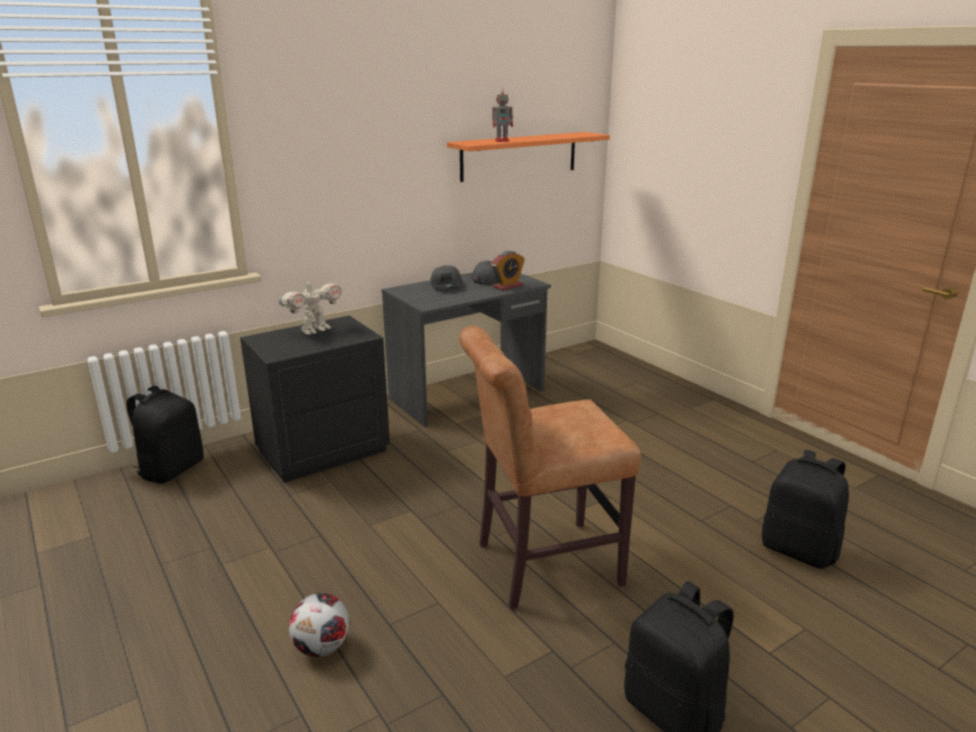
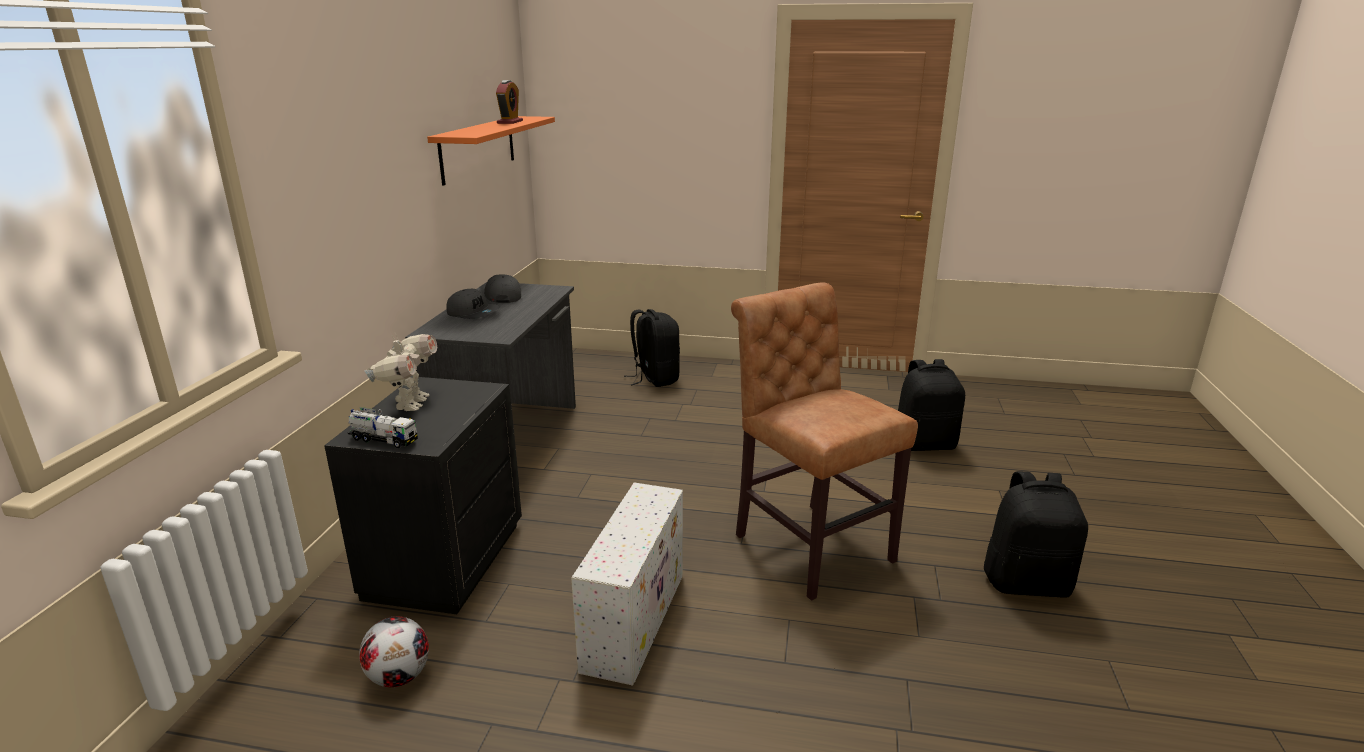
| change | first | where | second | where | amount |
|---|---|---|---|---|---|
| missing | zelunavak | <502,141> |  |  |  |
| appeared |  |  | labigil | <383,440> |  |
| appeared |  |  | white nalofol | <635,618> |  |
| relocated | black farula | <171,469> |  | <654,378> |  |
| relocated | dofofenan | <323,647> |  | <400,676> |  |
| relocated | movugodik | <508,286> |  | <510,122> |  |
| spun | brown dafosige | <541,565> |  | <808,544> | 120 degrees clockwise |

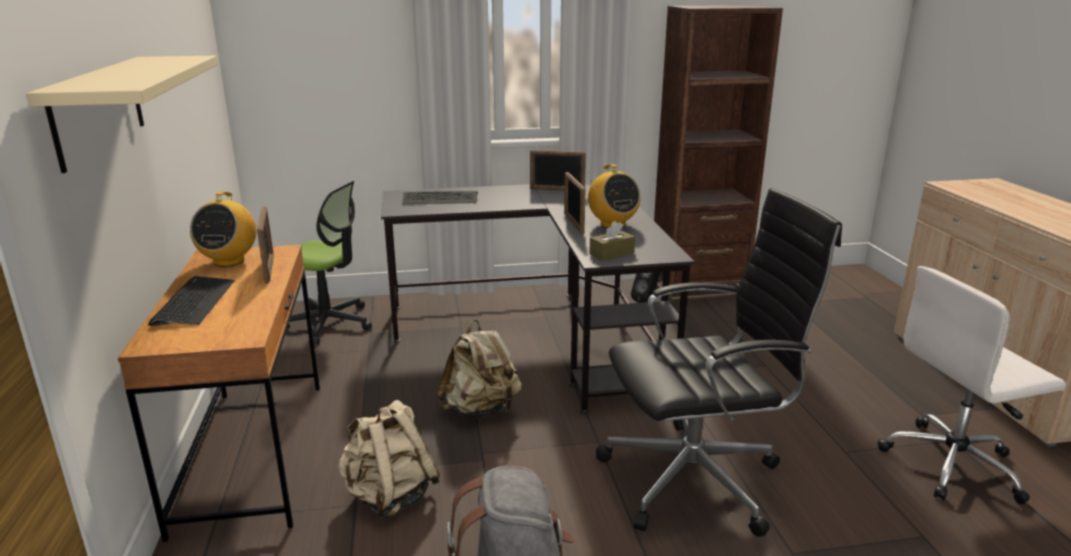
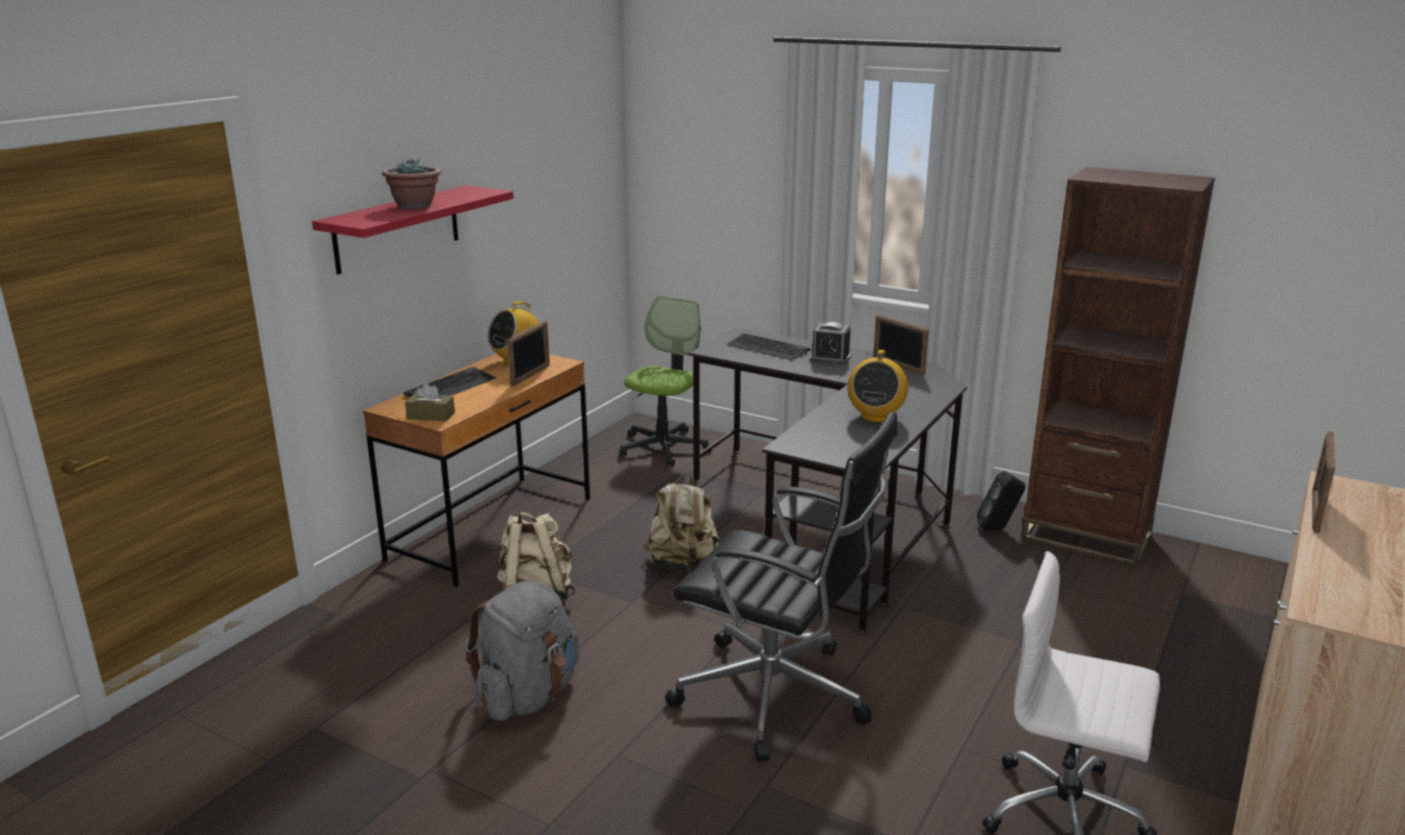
| change | first | where | second | where | amount |
|---|---|---|---|---|---|
| appeared |  |  | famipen | <414,206> |  |
| appeared |  |  | movugodik | <830,358> |  |
| relocated | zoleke | <573,224> |  | <1315,512> |  |
| relocated | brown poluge | <611,253> |  | <431,416> |  |
| colour | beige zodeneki | <98,109> | red zodeneki | <397,229> |  |
| spun | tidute | <329,323> |  | <664,447> | 120 degrees counterclockwise |

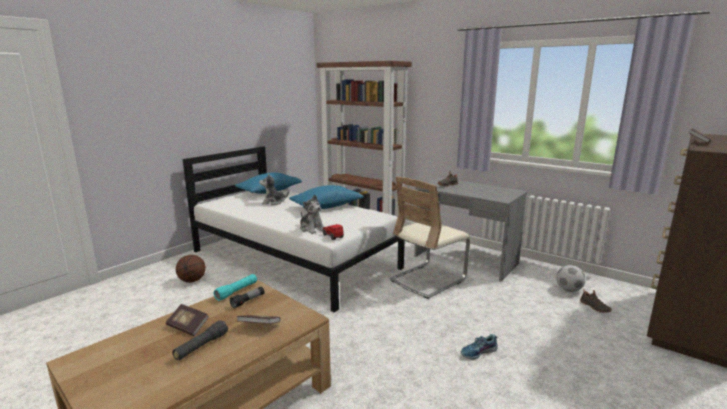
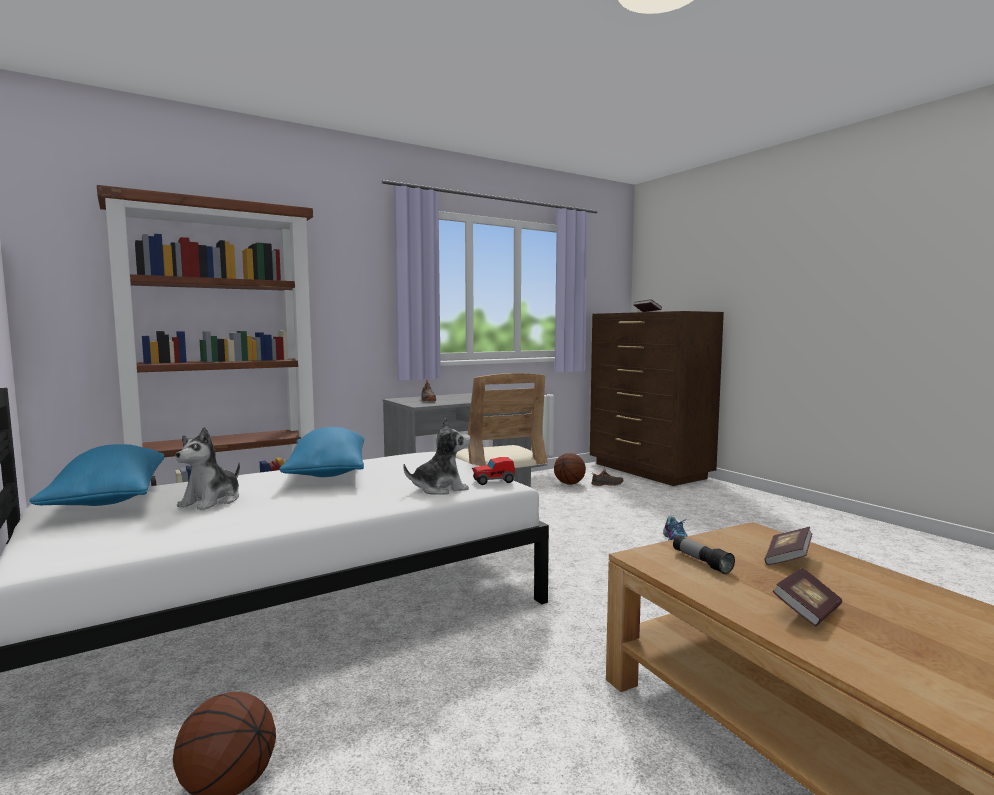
| change | first | where | second | where | amount |
|---|---|---|---|---|---|
| missing | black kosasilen | <201,346> |  |  |  |
| missing | turquoise kosasilen | <236,291> |  |  |  |
| exchanged | dofofenan | <569,290> | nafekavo | <569,483> |  |

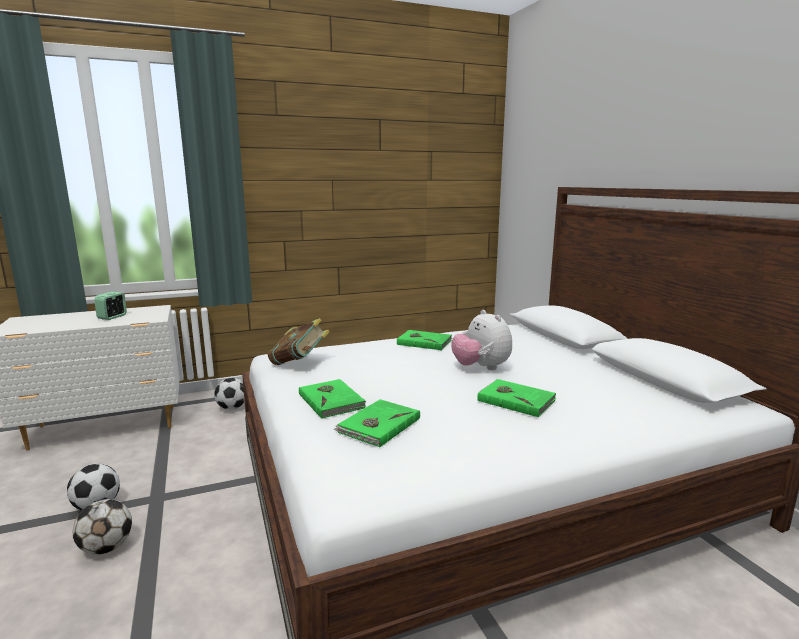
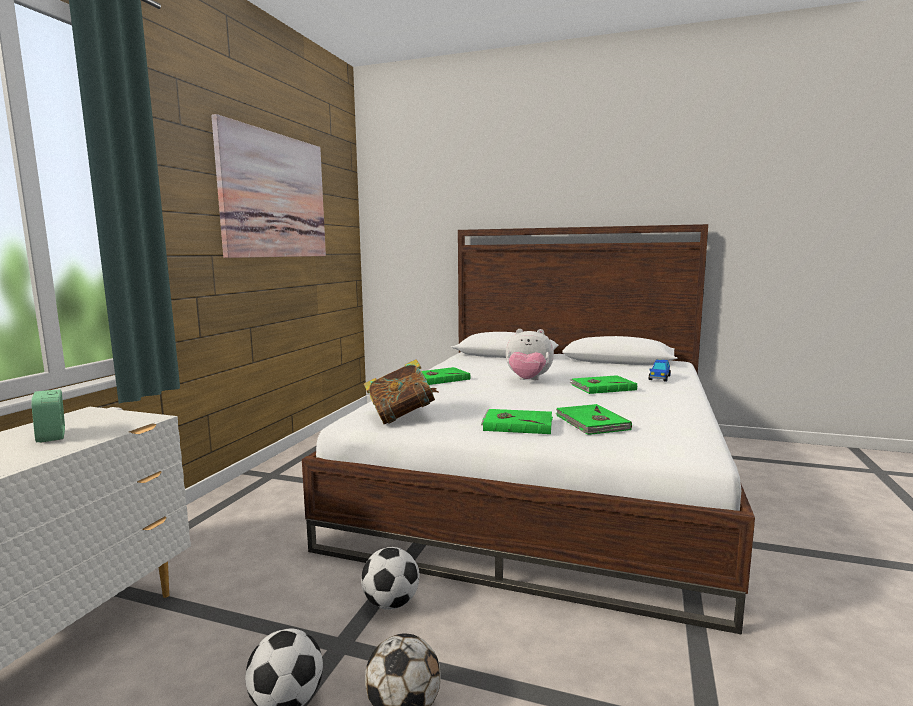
| change | first | where | second | where | amount |
|---|---|---|---|---|---|
| appeared |  |  | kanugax | <274,196> |  |
| appeared |  |  | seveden | <659,378> |  |
| relocated | dofofenan | <232,408> |  | <391,603> |  |

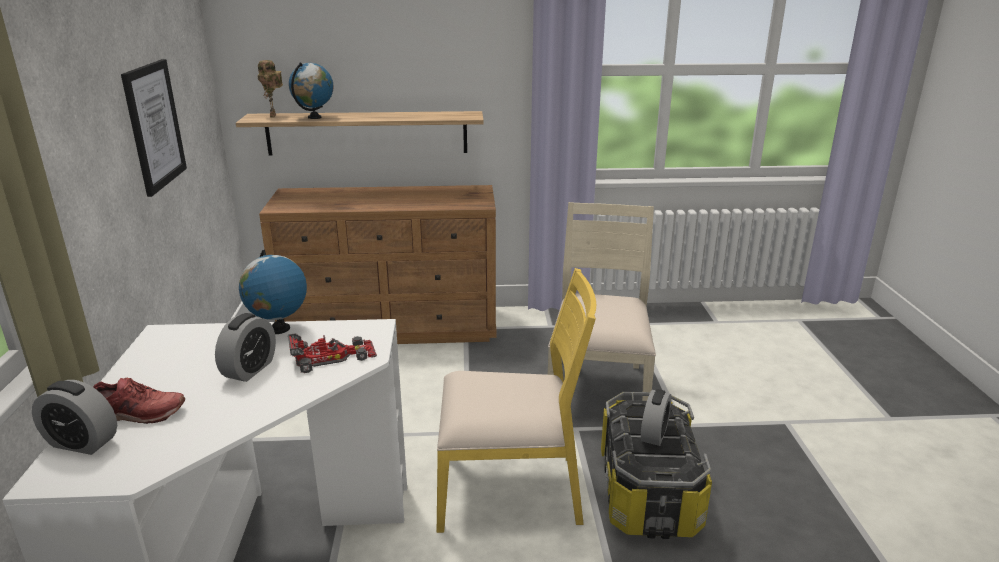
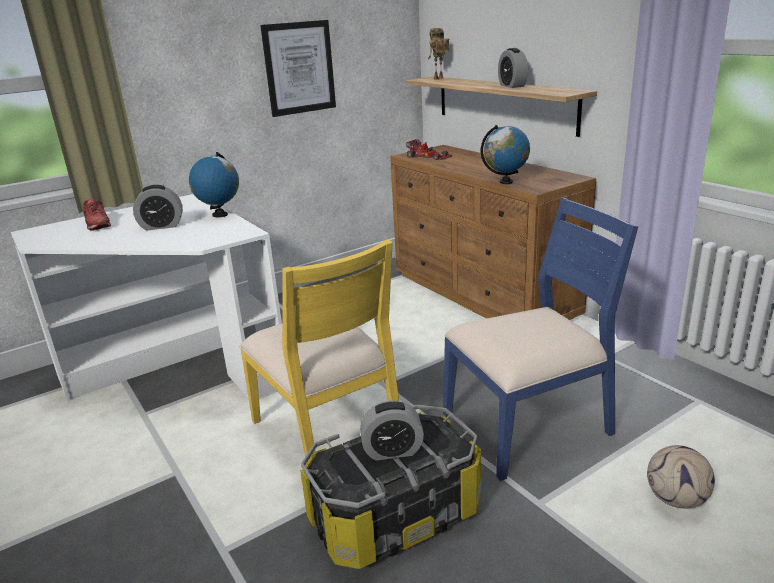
| change | first | where | second | where | amount |
|---|---|---|---|---|---|
| appeared |  |  | dofofenan | <677,500> |  |
| relocated | movugodik | <82,442> |  | <512,86> |  |
| relocated | seveden | <333,356> |  | <428,156> |  |
| relocated | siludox | <314,117> |  | <506,182> |  |
| colour | beige dafosige | <598,391> | blue dafosige | <529,425> |  |

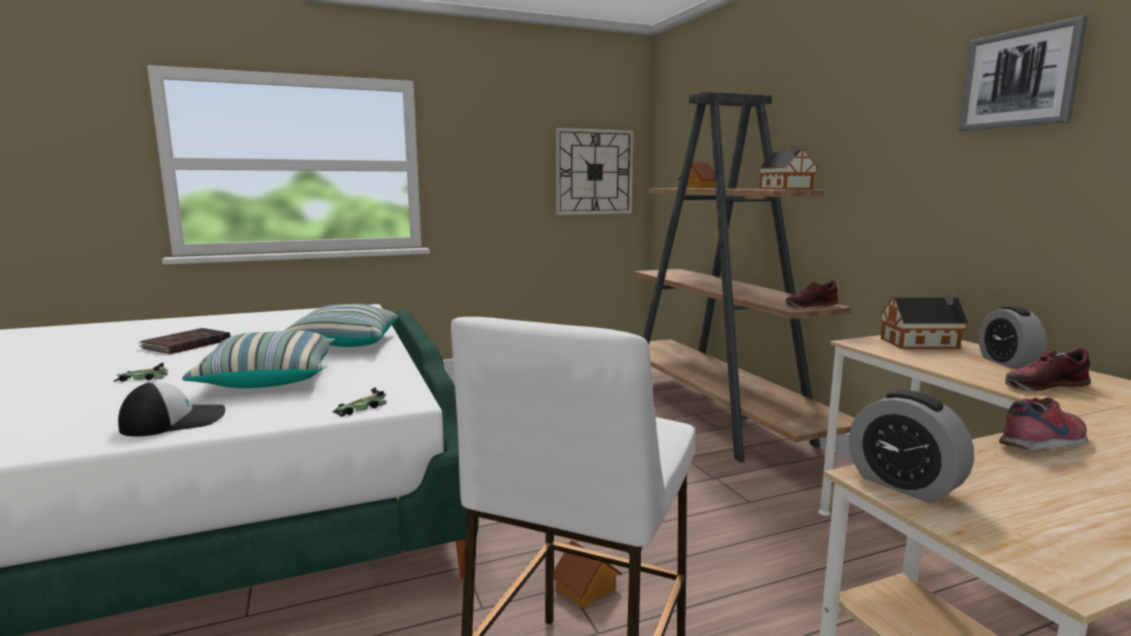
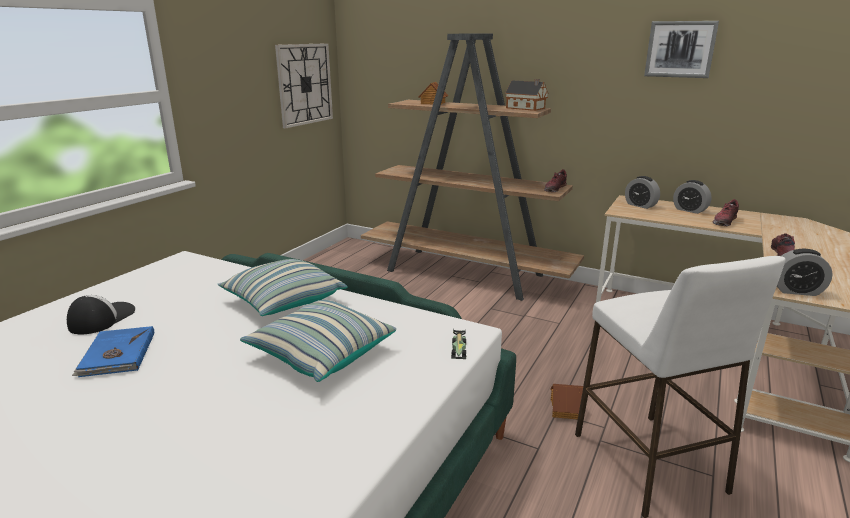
| change | first | where | second | where | amount |
|---|---|---|---|---|---|
| missing | seveden | <143,378> |  |  |  |
| relocated | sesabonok | <175,421> |  | <101,318> |  |
| exchanged | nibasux | <922,343> | movugodik | <640,205> |  |
| colour | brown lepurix | <186,344> | blue lepurix | <117,354> |  |

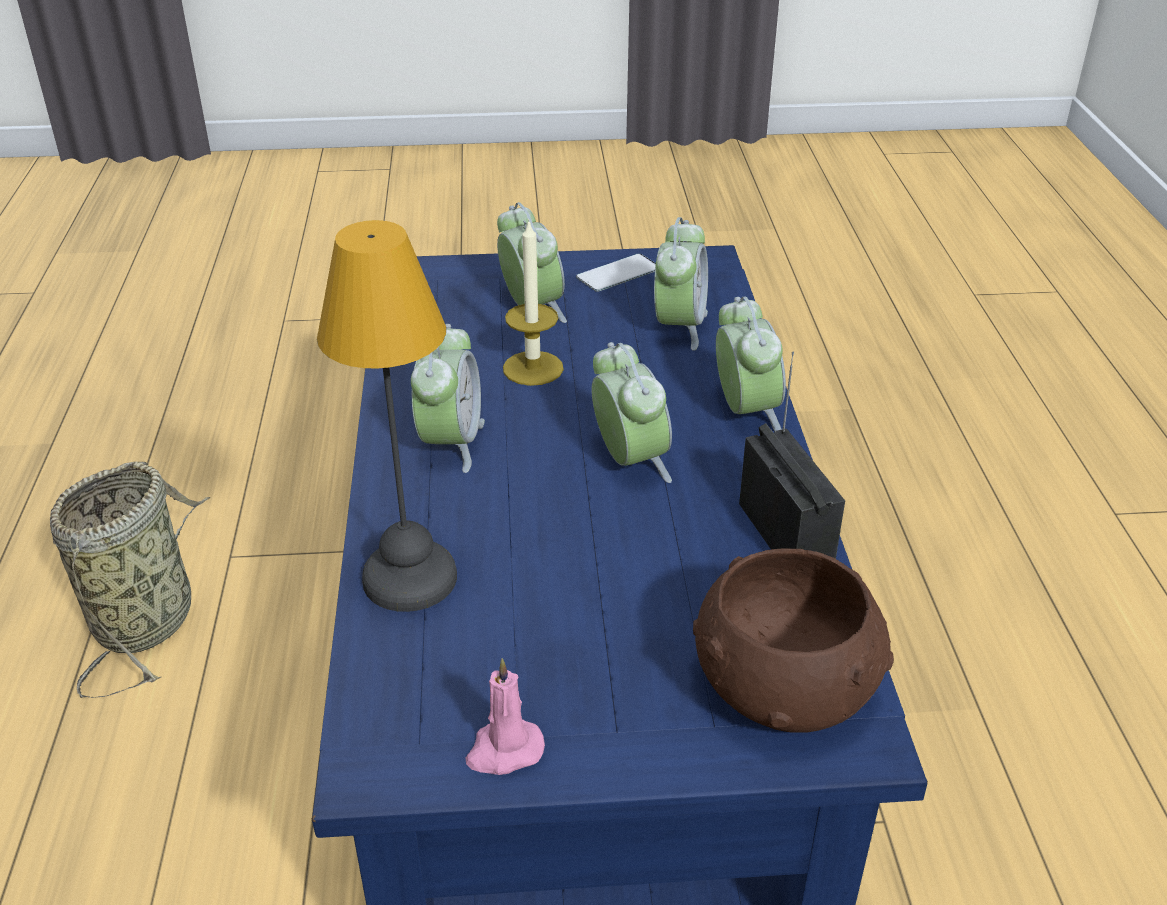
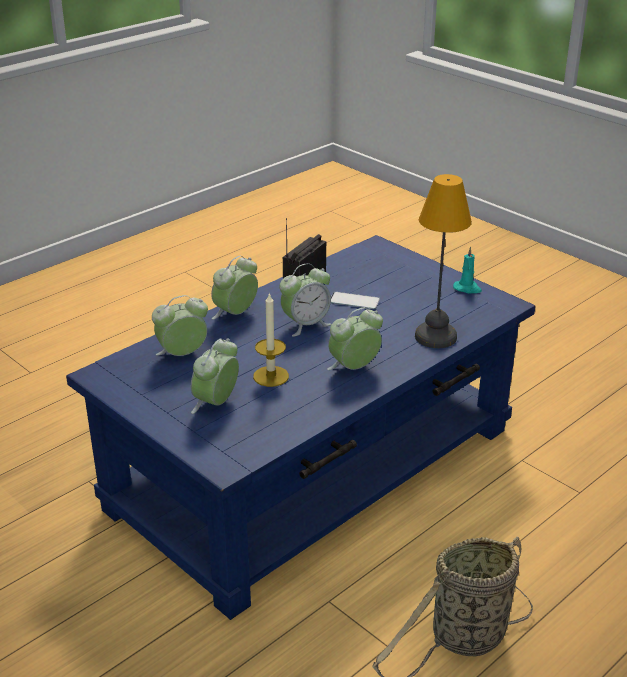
| change | first | where | second | where | amount |
|---|---|---|---|---|---|
| missing | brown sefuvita | <784,686> |  |  |  |
| relocated | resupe | <618,273> |  | <354,301> |  |
| colour | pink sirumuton | <504,751> | turquoise sirumuton | <467,288> |  |
| spun | movugodik | <629,461> |  | <305,324> | 150 degrees counterclockwise |

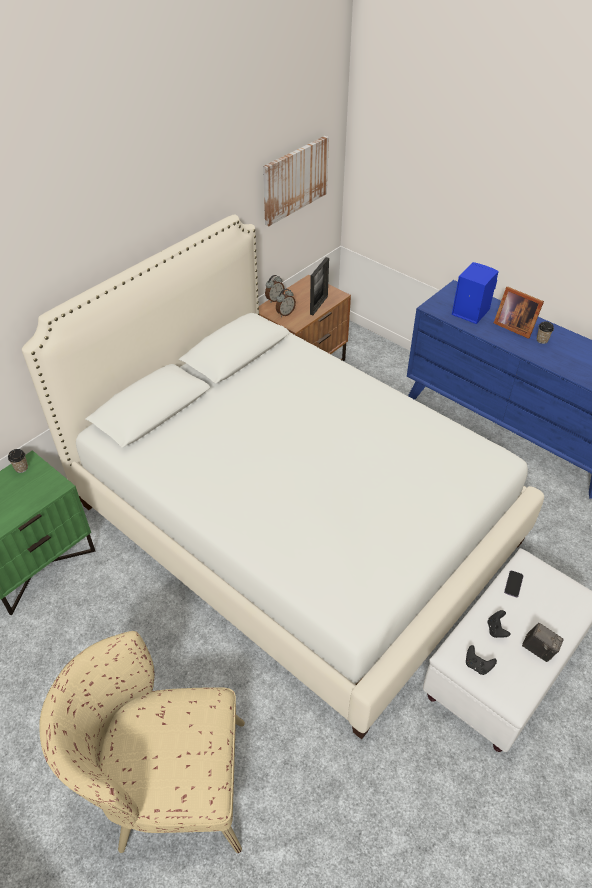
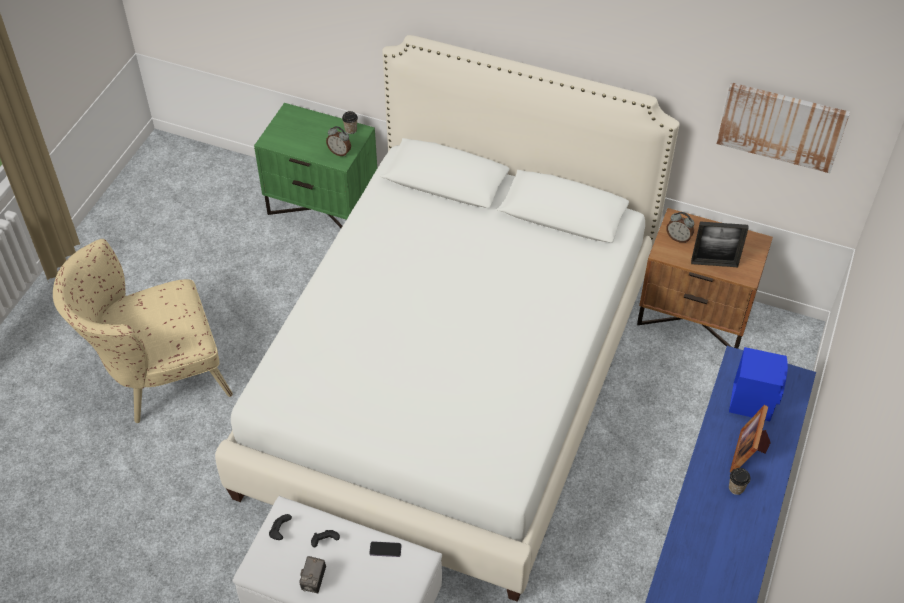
| change | first | where | second | where | amount |
|---|---|---|---|---|---|
| relocated | movugodik | <274,299> |  | <340,152> |  |
| spun | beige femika | <166,784> |  | <157,374> | 90 degrees counterclockwise |

